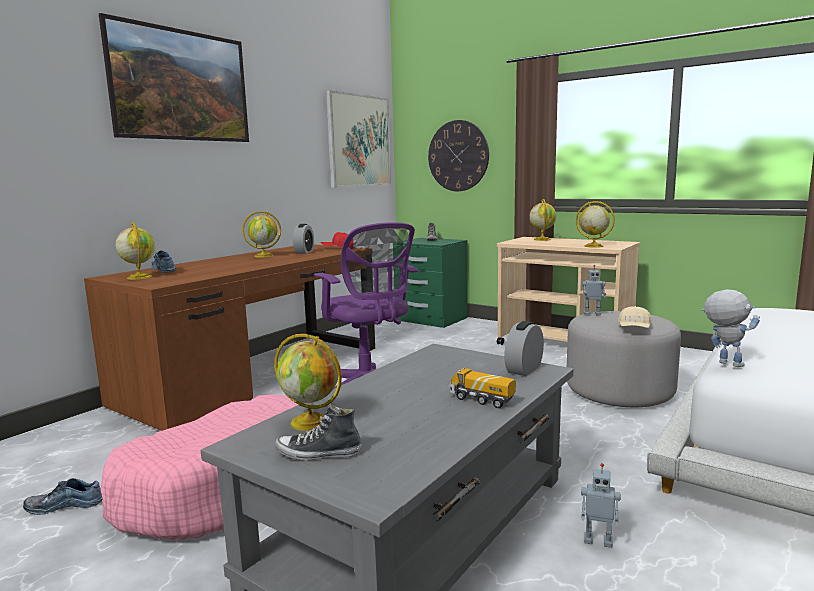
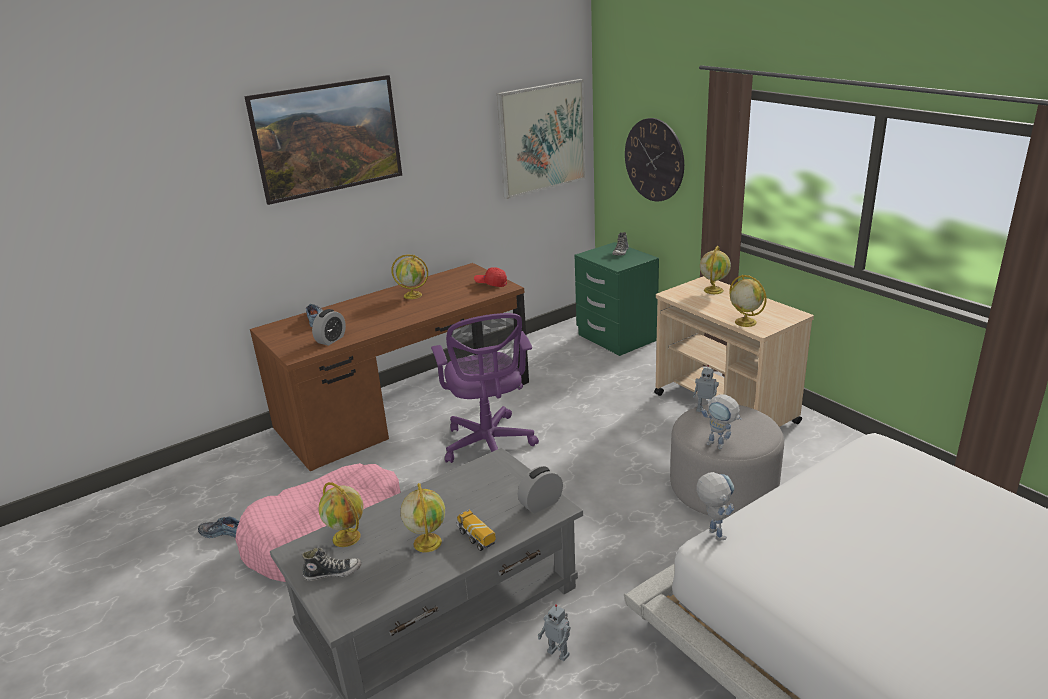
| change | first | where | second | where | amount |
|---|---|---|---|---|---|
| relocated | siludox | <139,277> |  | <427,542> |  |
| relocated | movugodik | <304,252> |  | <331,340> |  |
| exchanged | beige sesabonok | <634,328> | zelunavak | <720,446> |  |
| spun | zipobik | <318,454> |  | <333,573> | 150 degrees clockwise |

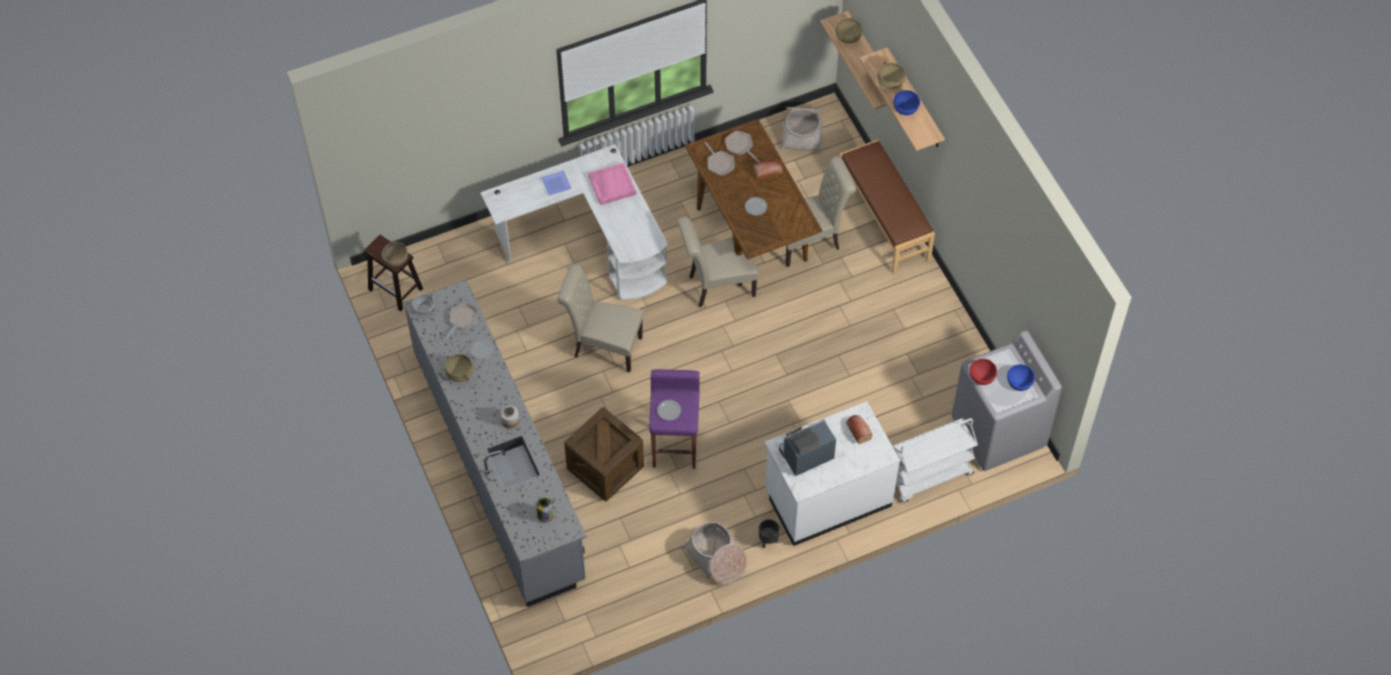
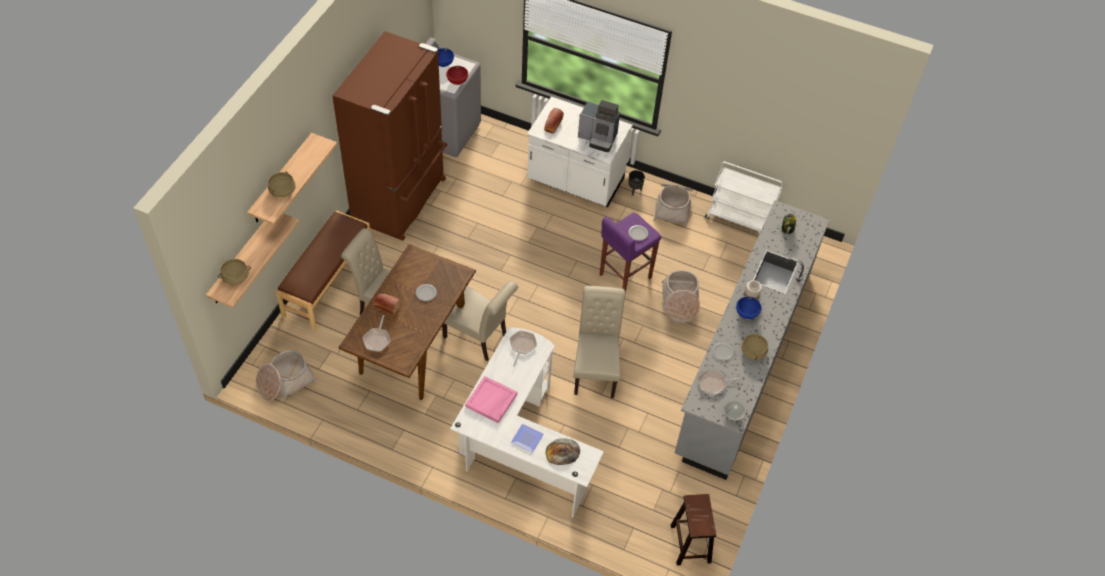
| change | first | where | second | where | amount |
|---|---|---|---|---|---|
| missing | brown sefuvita | <396,261> |  |  |  |
| appeared |  |  | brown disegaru | <401,200> |  |
| appeared |  |  | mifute | <562,452> |  |
| relocated | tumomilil | <719,163> |  | <522,346> |  |
| relocated | blue sefuvita | <905,110> |  | <746,314> |  |
| relocated | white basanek | <929,476> |  | <740,219> |  |
| exchanged | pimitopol | <605,467> | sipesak | <679,302> |  |
| spun | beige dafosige | <603,346> |  | <595,369> | 150 degrees counterclockwise |

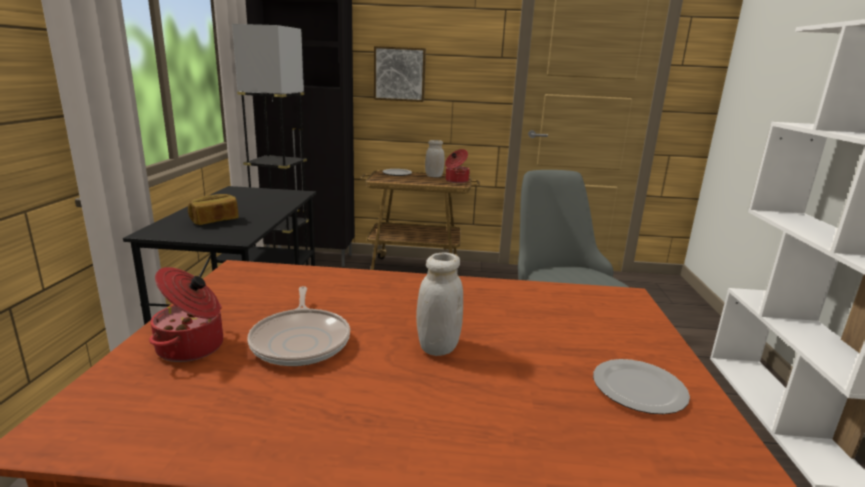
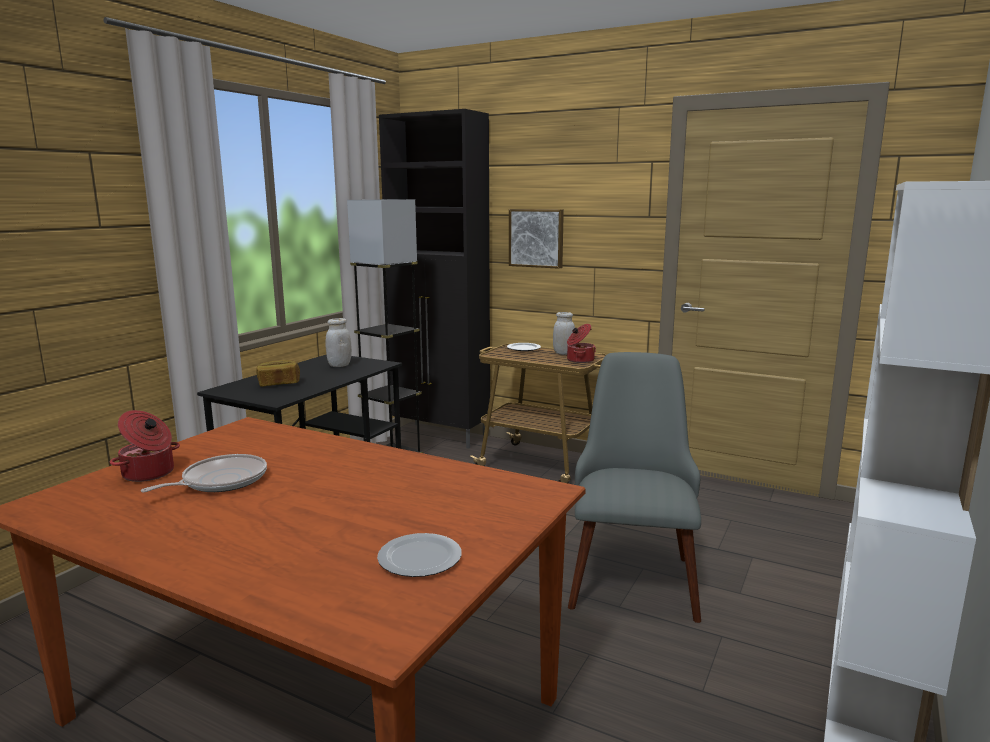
| change | first | where | second | where | amount |
|---|---|---|---|---|---|
| relocated | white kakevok | <438,347> |  | <339,365> |  |
| spun | tumomilil | <301,341> |  | <220,481> | 150 degrees counterclockwise |

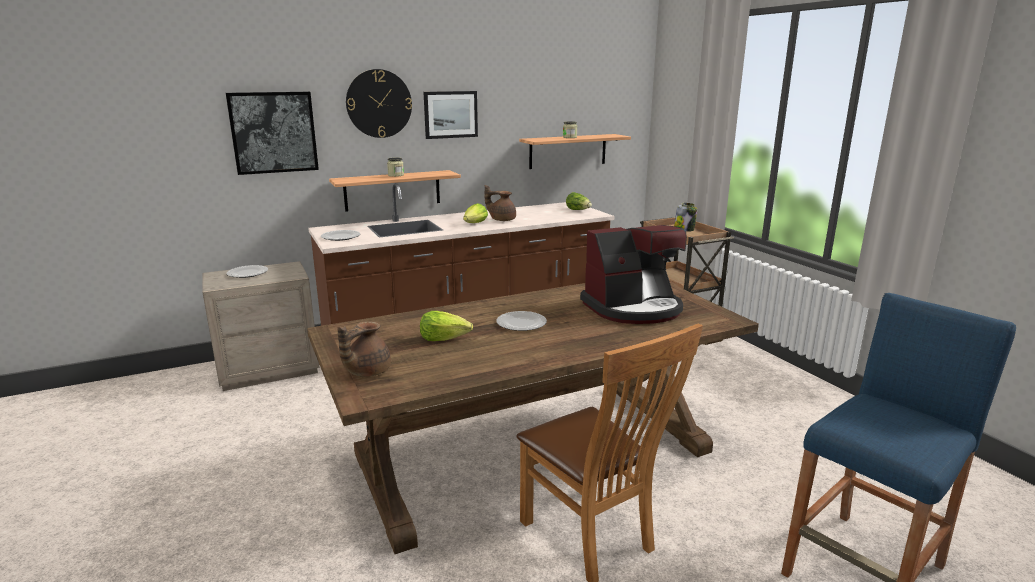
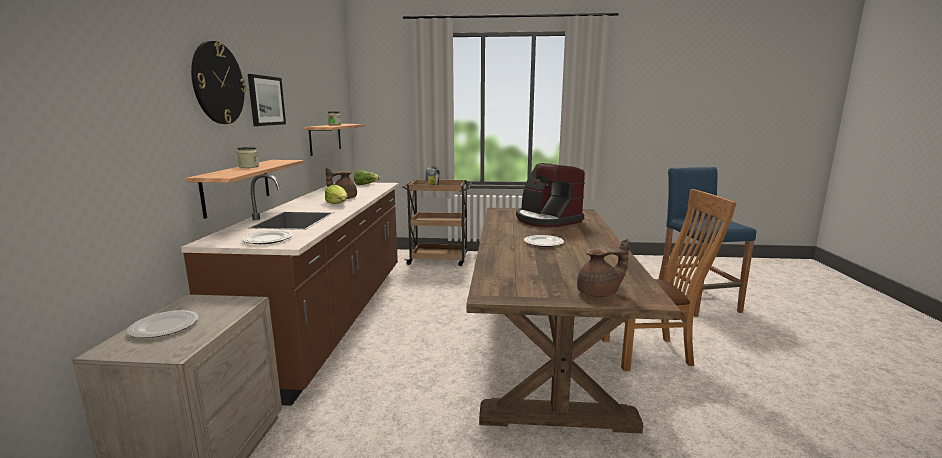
| change | first | where | second | where | amount |
|---|---|---|---|---|---|
| missing | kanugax | <273,132> |  |  |  |
| missing | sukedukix | <444,338> |  |  |  |
| spun | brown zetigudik | <366,372> |  | <599,293> | 75 degrees counterclockwise |
| spun | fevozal | <633,308> |  | <547,220> | 135 degrees clockwise |

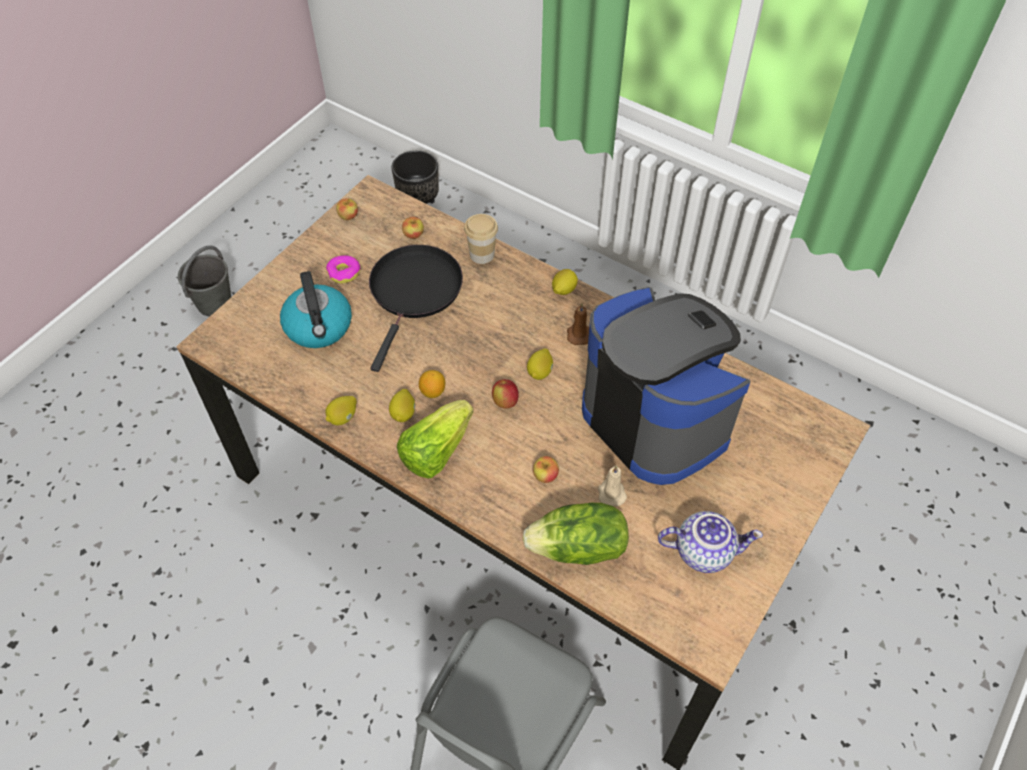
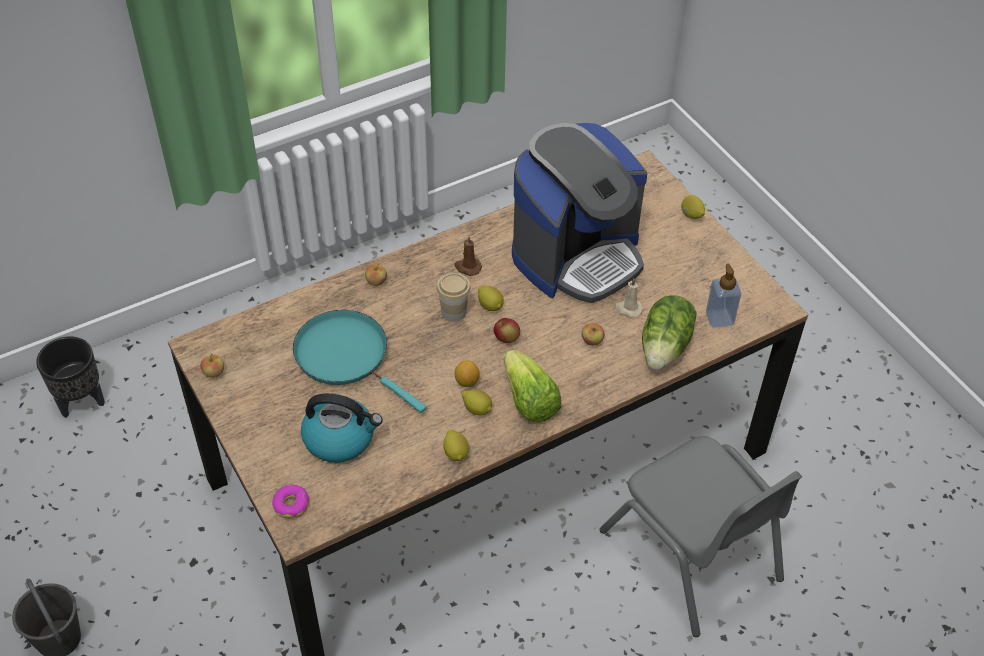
| change | first | where | second | where | amount |
|---|---|---|---|---|---|
| missing | zetigudik | <704,550> |  |  |  |
| appeared |  |  | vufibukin | <719,318> |  |
| relocated | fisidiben | <344,273> |  | <291,505> |  |
| relocated | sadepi | <413,235> |  | <376,282> |  |
| relocated | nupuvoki | <482,254> |  | <453,312> |  |
| relocated | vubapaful | <563,290> |  | <691,215> |  |
| colour | black tumomilil | <414,292> | turquoise tumomilil | <346,356> |  |
| spun | fevozal | <656,418> |  | <577,256> | 150 degrees clockwise |

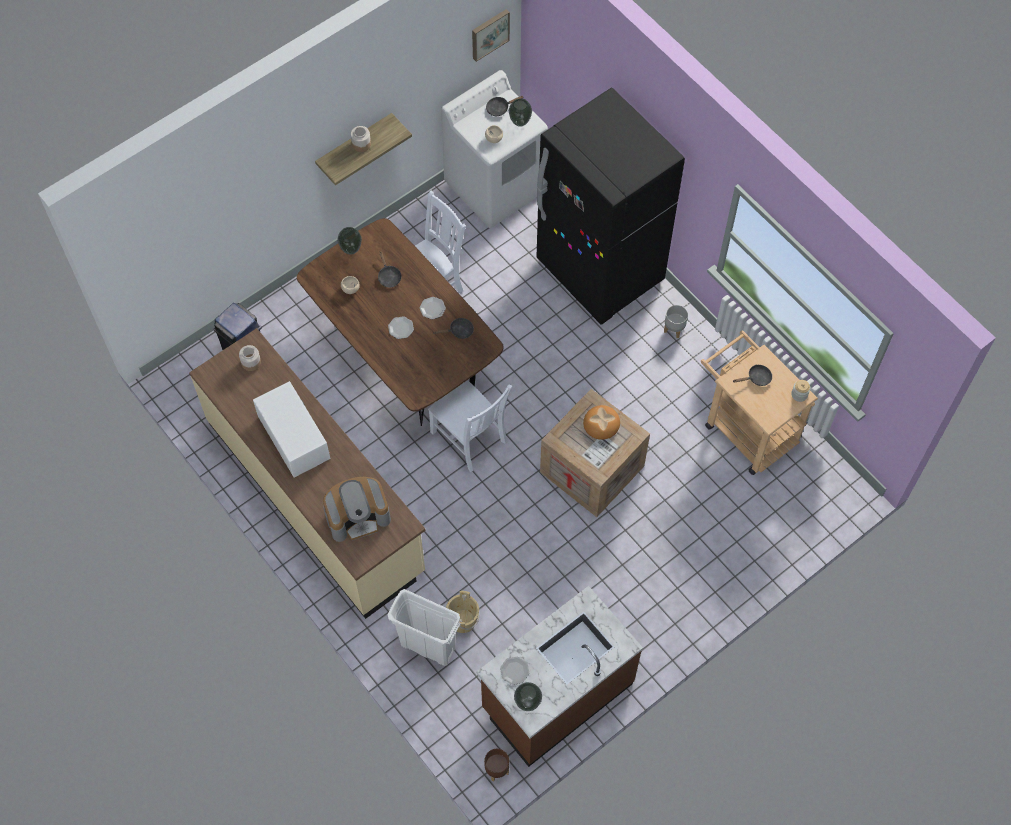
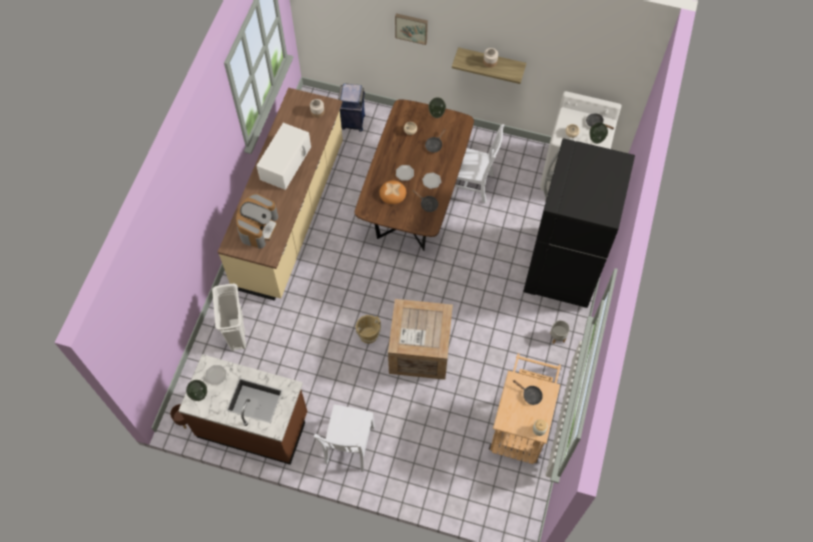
| change | first | where | second | where | amount |
|---|---|---|---|---|---|
| relocated | white dafosige | <470,439> |  | <349,446> |  |
| relocated | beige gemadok | <463,620> |  | <368,334> |  |
| relocated | kanugax | <489,33> |  | <411,27> |  |
| relocated | mifute | <601,423> |  | <393,193> |  |
| spun | fevozal | <358,516> |  | <258,227> | 105 degrees counterclockwise |

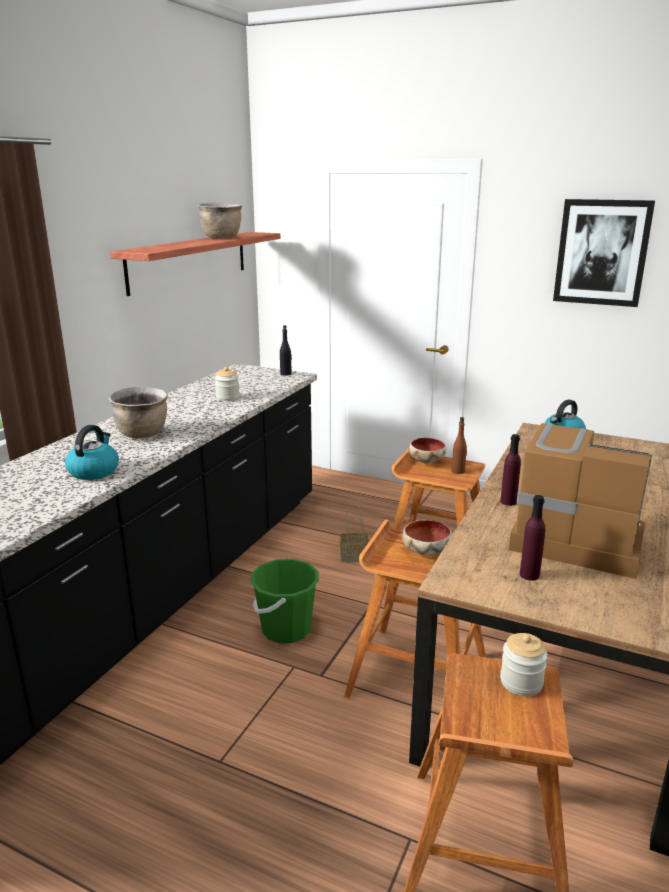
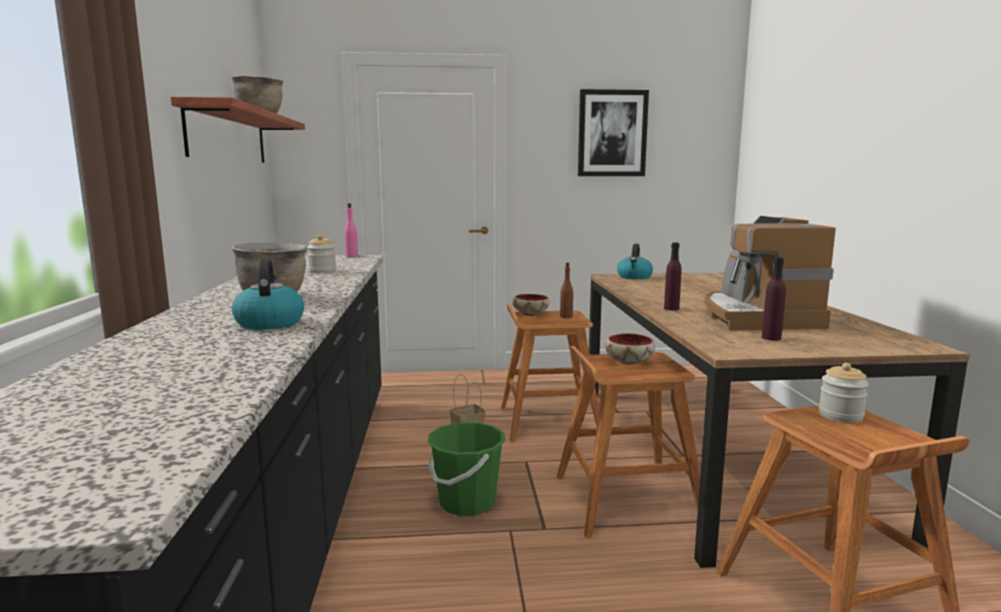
| change | first | where | second | where | amount |
|---|---|---|---|---|---|
| colour | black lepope | <286,374> | pink lepope | <352,256> |  |
| spun | fevozal | <574,538> |  | <756,317> | 90 degrees counterclockwise |

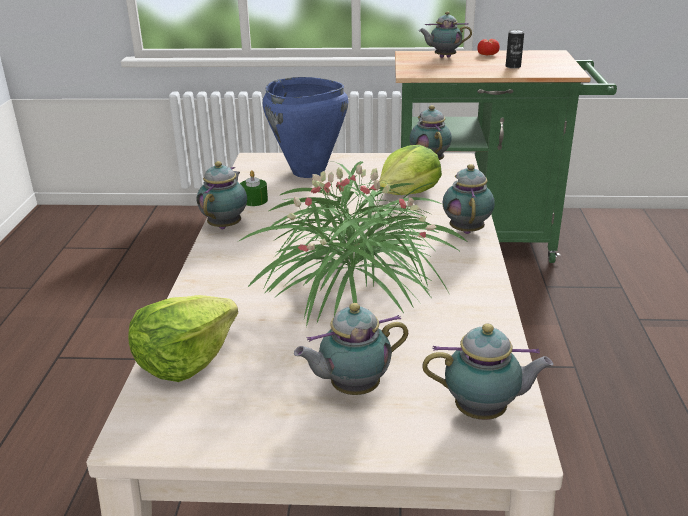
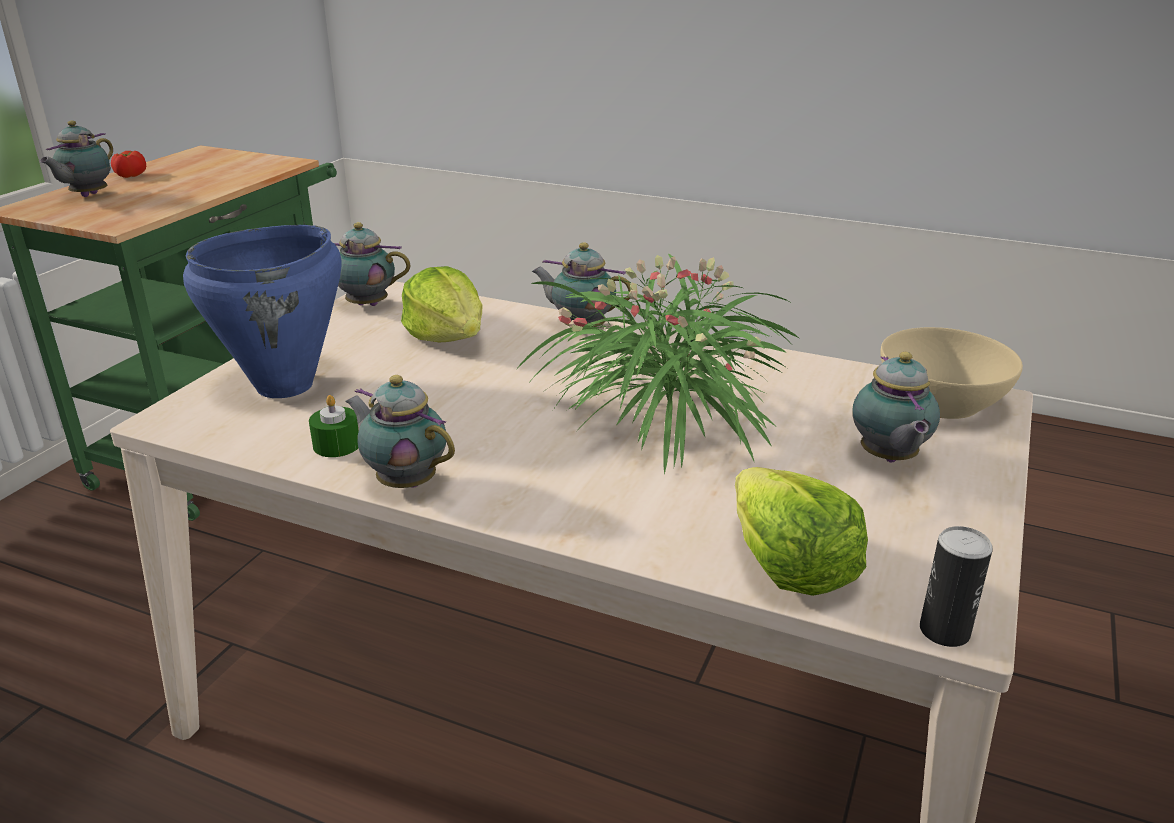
| change | first | where | second | where | amount |
|---|---|---|---|---|---|
| relocated | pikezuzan | <513,66> |  | <944,631> |  |
| exchanged | zetigudik | <484,412> | beige sefuvita | <941,401> |  |

